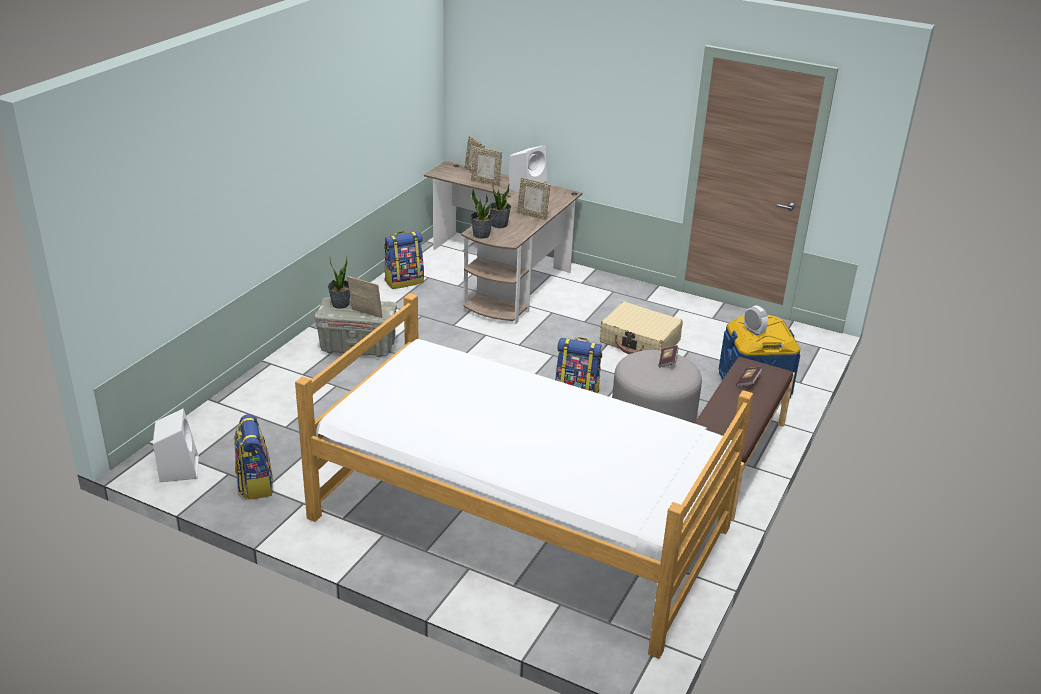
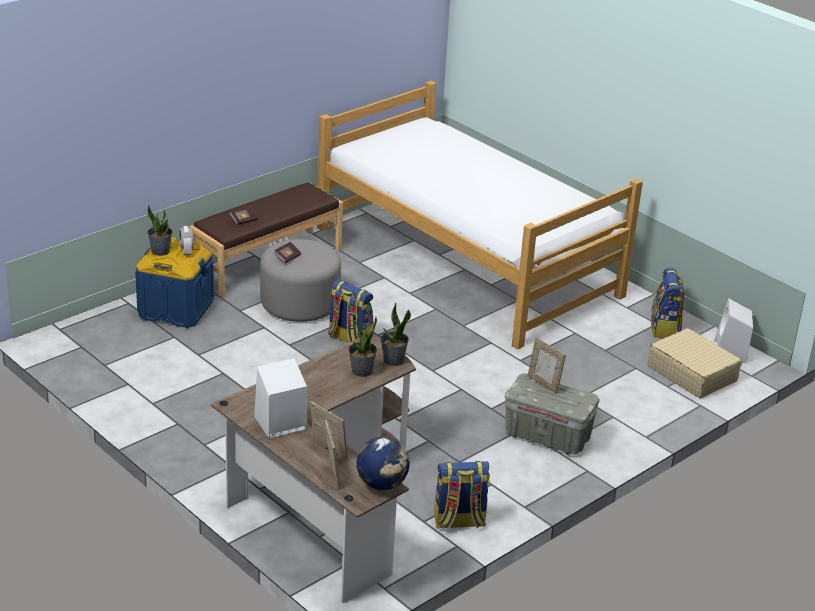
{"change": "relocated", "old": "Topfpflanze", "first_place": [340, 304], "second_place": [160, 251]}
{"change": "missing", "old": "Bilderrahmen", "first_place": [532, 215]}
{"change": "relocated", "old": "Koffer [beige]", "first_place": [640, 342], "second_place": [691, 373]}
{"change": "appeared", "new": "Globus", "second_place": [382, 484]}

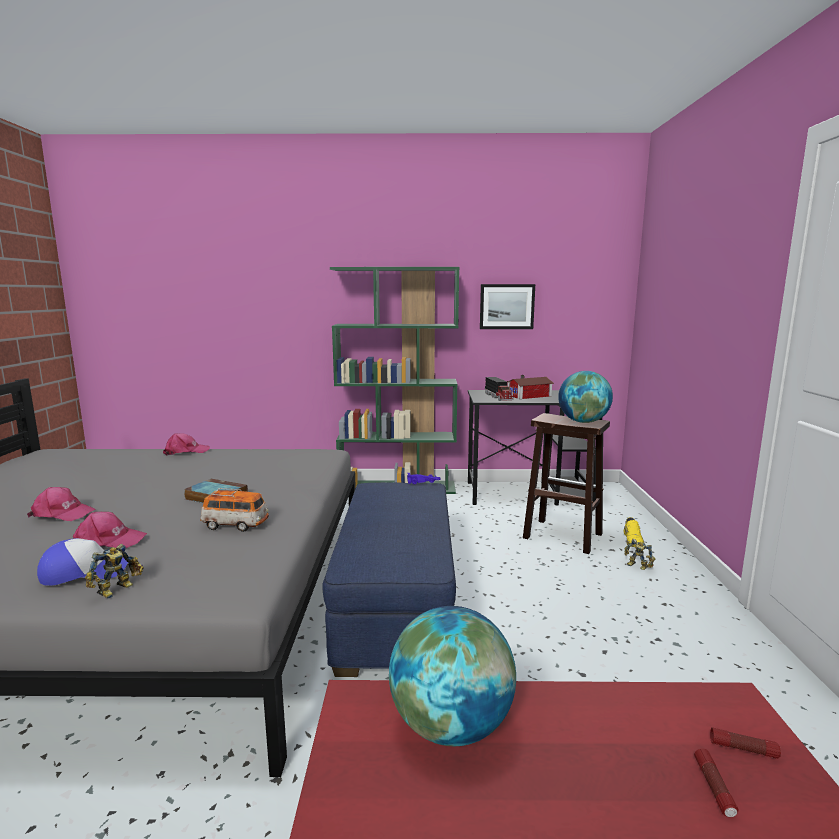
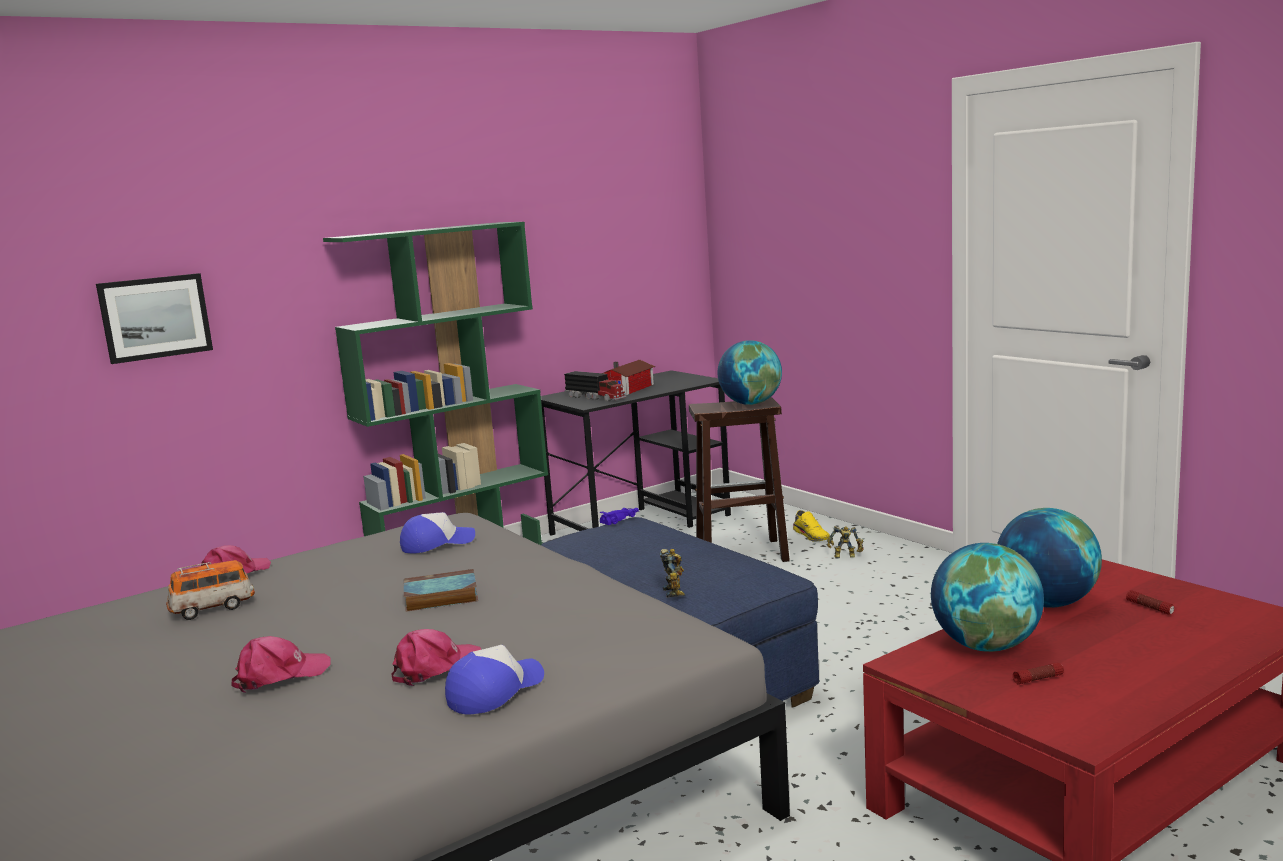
{"change": "relocated", "old": "Spielzeugroboter", "first_place": [118, 590], "second_place": [676, 591]}
{"change": "relocated", "old": "Spielzeugauto", "first_place": [235, 525], "second_place": [213, 608]}
{"change": "relocated", "old": "Bild", "first_place": [506, 306], "second_place": [155, 317]}
{"change": "relocated", "old": "Taschenlampe", "first_place": [743, 749], "second_place": [1038, 679]}
{"change": "appeared", "new": "Kappe", "second_place": [437, 543]}
{"change": "appeared", "new": "Globus", "second_place": [1046, 603]}

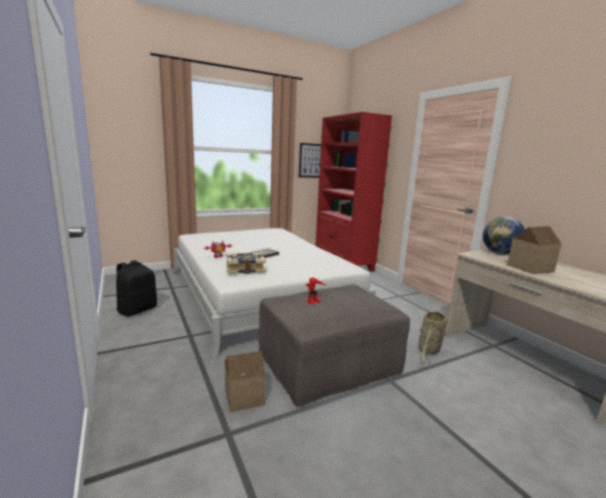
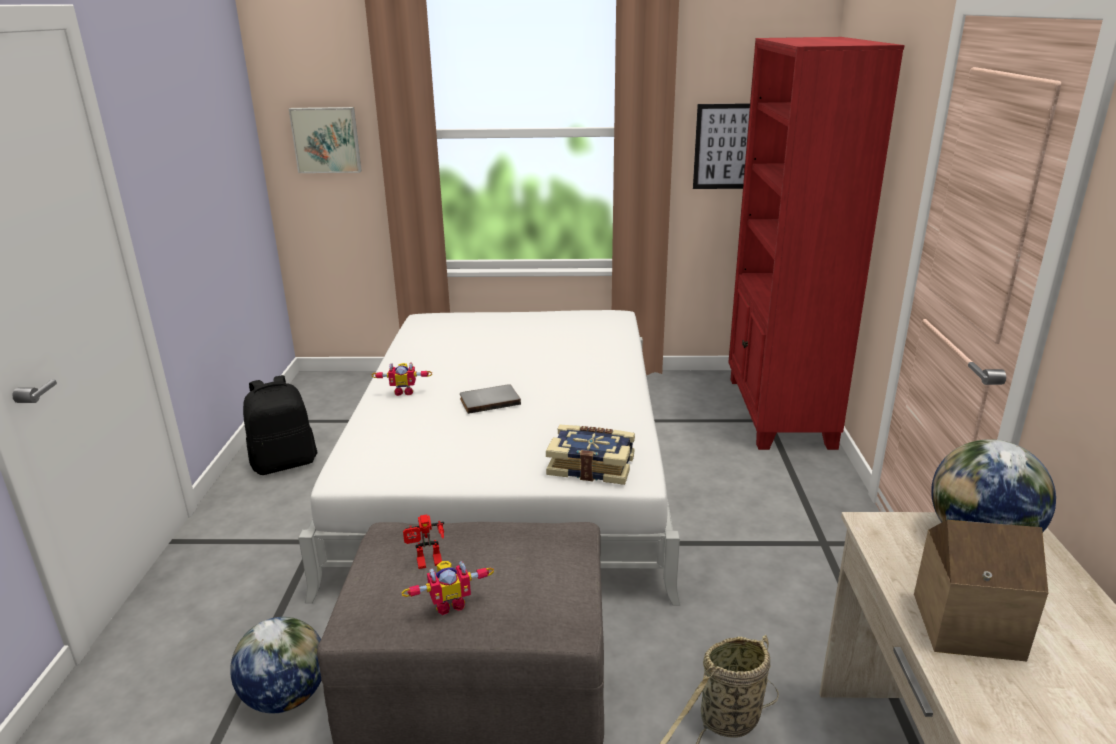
{"change": "exchanged", "old": "Spielzeughaus", "new": "Globus", "first_place": [243, 396], "second_place": [286, 697]}
{"change": "relocated", "old": "Buch", "first_place": [245, 269], "second_place": [591, 465]}
{"change": "appeared", "new": "Bild", "second_place": [326, 140]}
{"change": "appeared", "new": "Spielzeugroboter", "second_place": [449, 604]}

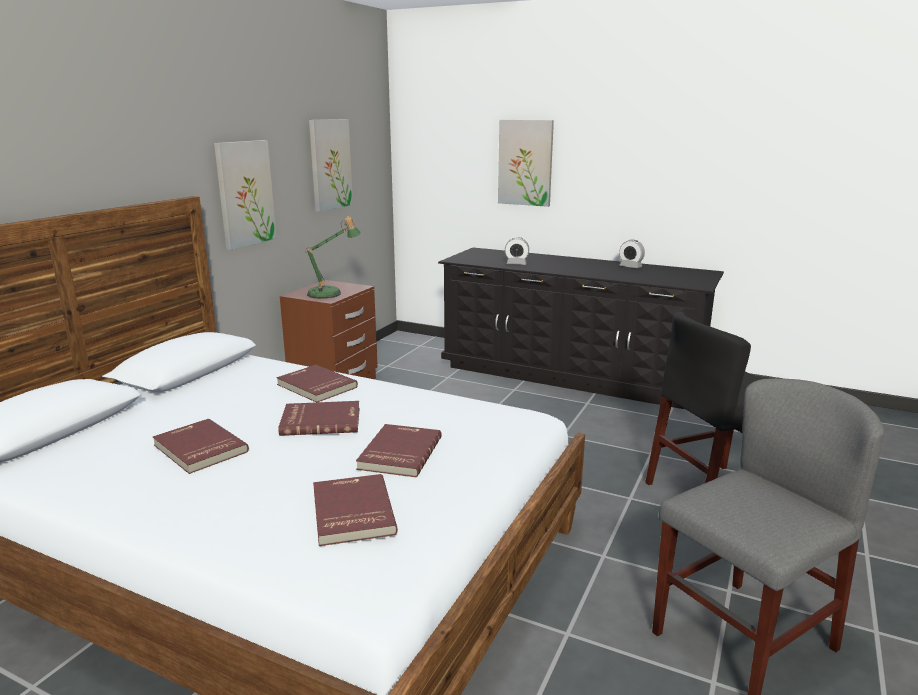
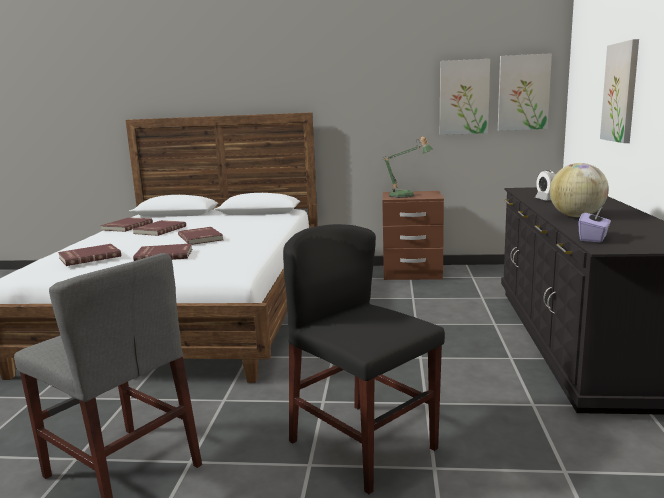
{"change": "relocated", "old": "Bild", "first_place": [245, 193], "second_place": [523, 92]}
{"change": "relocated", "old": "Buch [rot]", "first_place": [315, 386], "second_place": [126, 226]}
{"change": "missing", "old": "Wecker", "first_place": [630, 266]}
{"change": "appeared", "new": "Globus", "second_place": [576, 216]}
{"change": "appeared", "new": "Taschentuchbox [lila]", "second_place": [593, 238]}

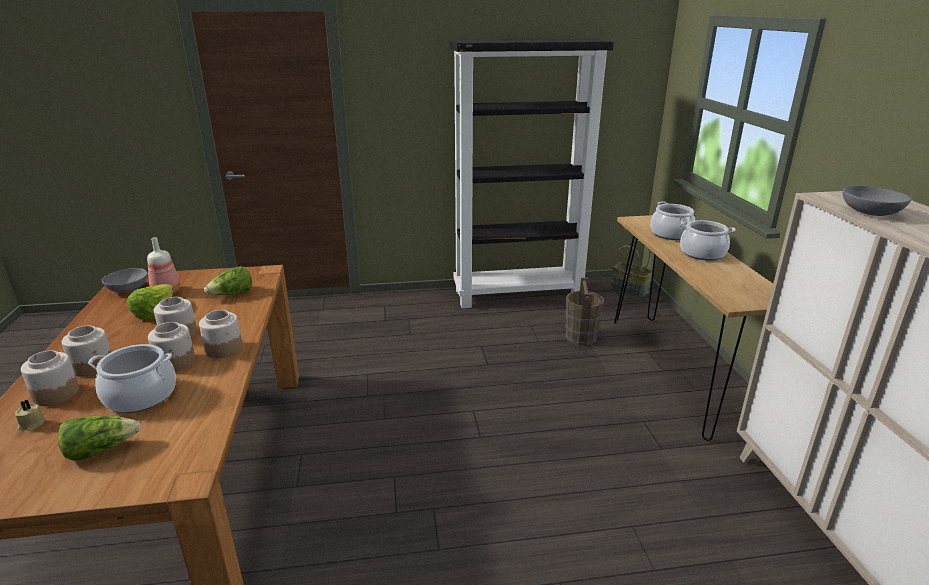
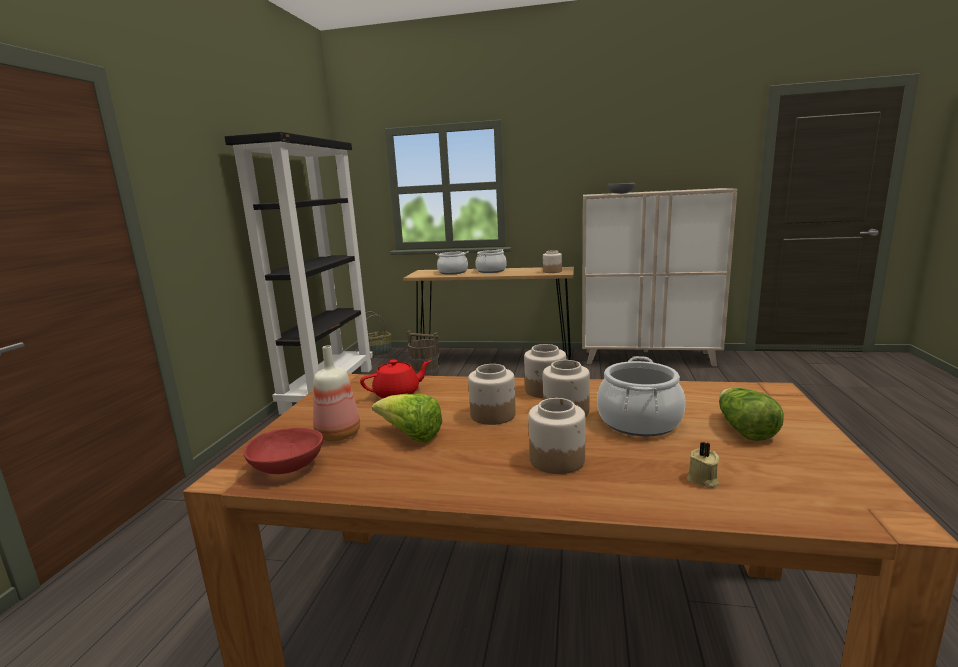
{"change": "relocated", "old": "Vorratsglas", "first_place": [56, 394], "second_place": [552, 271]}
{"change": "colour", "old": "Schüssel [grau]", "new": "Schüssel [rot]", "first_place": [128, 289], "second_place": [286, 467]}
{"change": "exchanged", "old": "Salatkopf", "new": "Teekanne [rot]", "first_place": [232, 294], "second_place": [398, 394]}

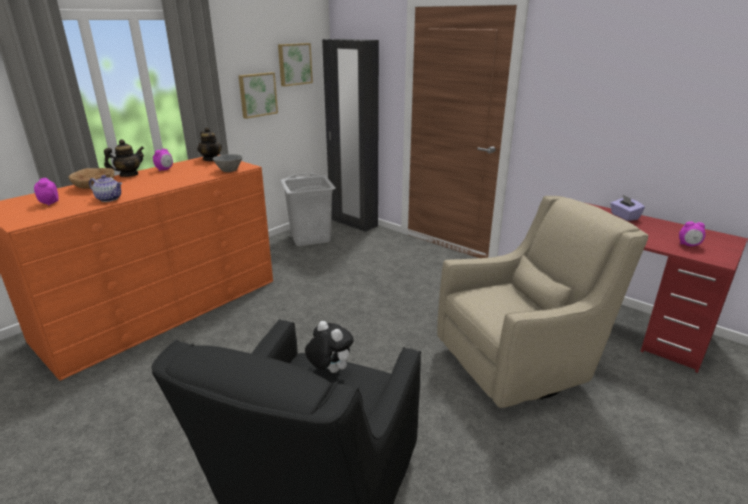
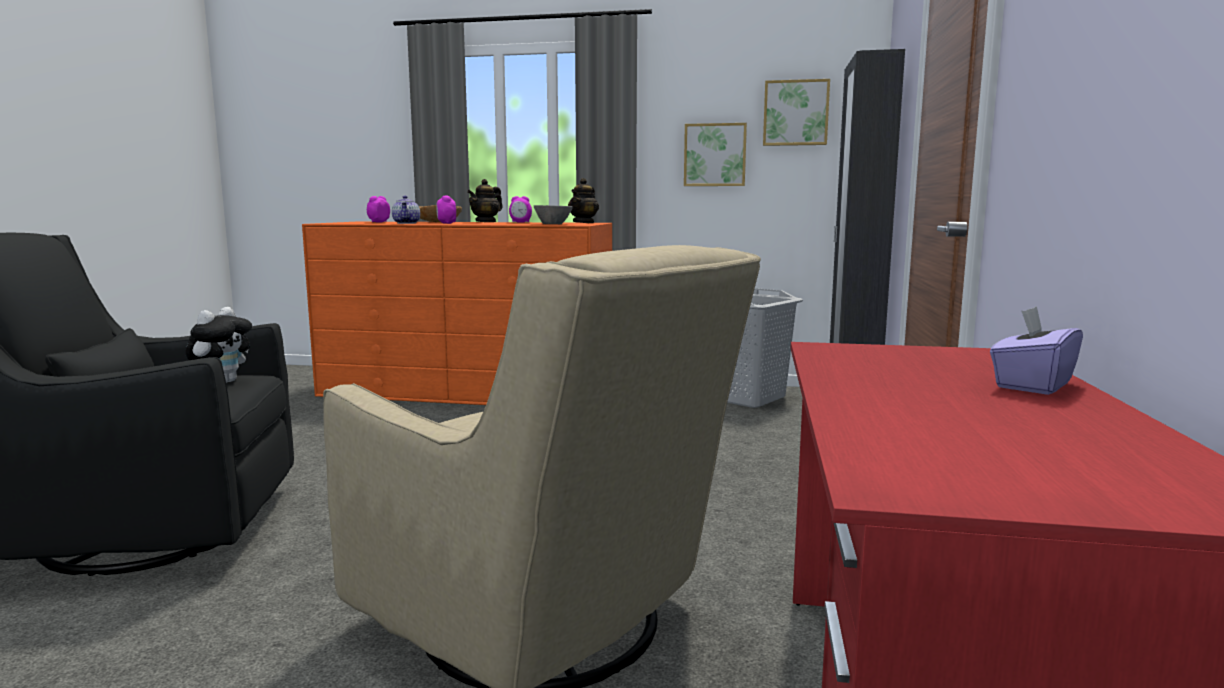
{"change": "spun", "old": "Teekanne", "first_place": [129, 175], "second_place": [486, 222], "degrees": 105}
{"change": "relocated", "old": "Wecker", "first_place": [689, 245], "second_place": [446, 223]}

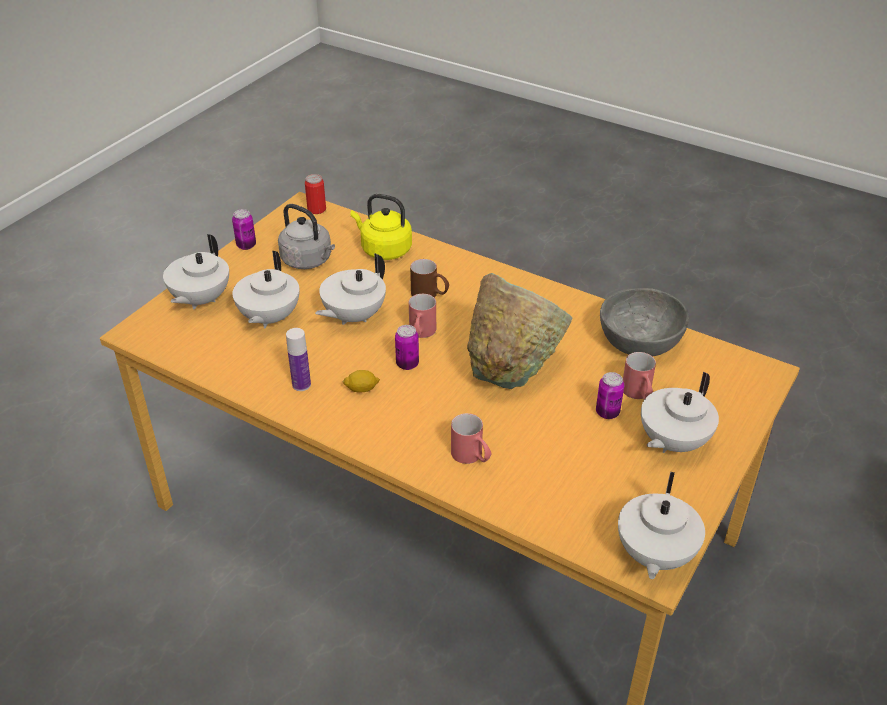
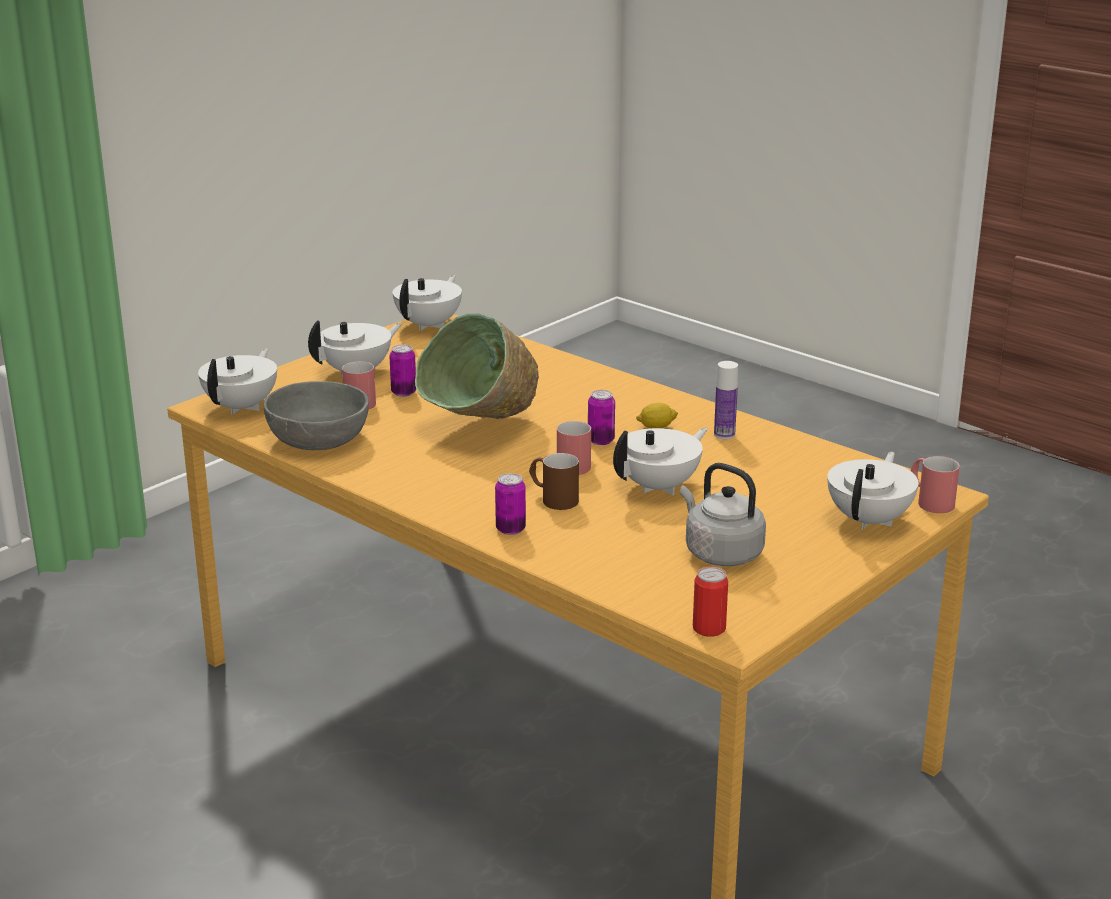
{"change": "relocated", "old": "Dose", "first_place": [246, 245], "second_place": [510, 529]}
{"change": "relocated", "old": "Teekanne [weiß]", "first_place": [268, 318], "second_place": [242, 407]}
{"change": "missing", "old": "Wasserkessel [gelb]", "first_place": [383, 250]}
{"change": "relocated", "old": "Henkelbecher [rot]", "first_place": [472, 457], "second_place": [929, 501]}

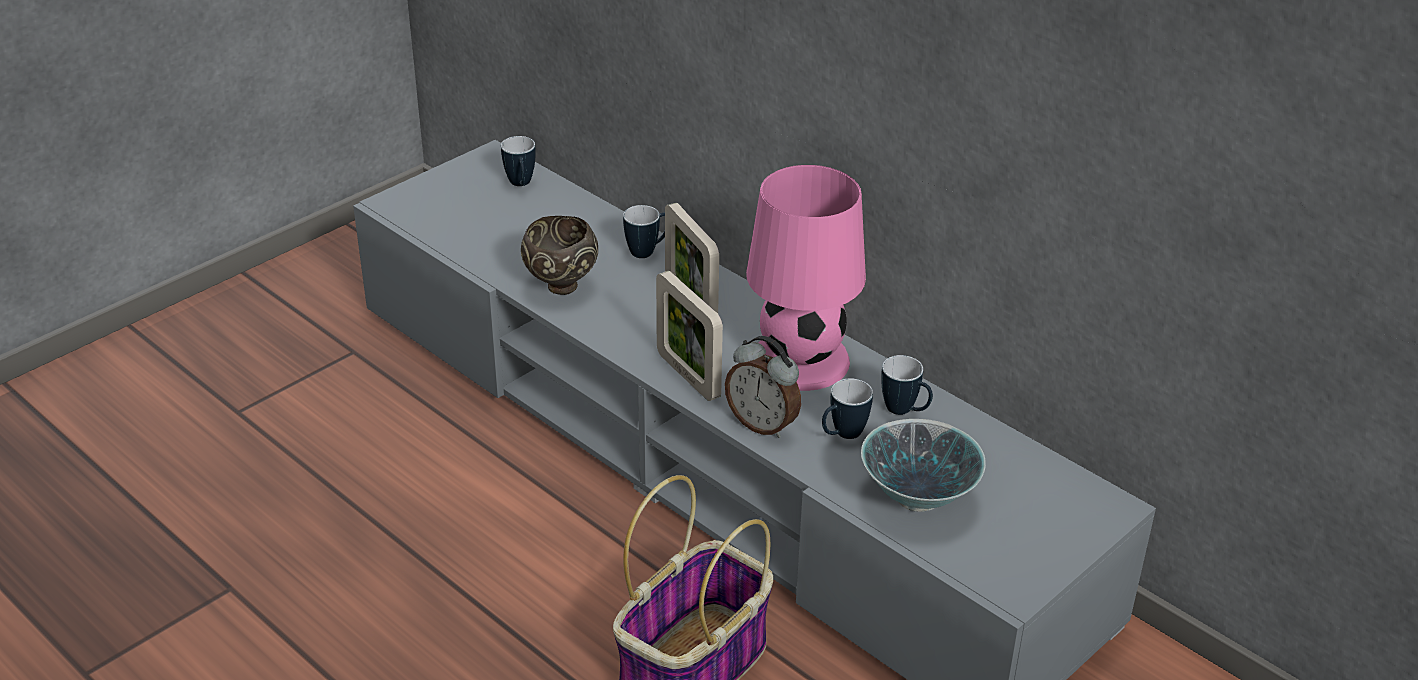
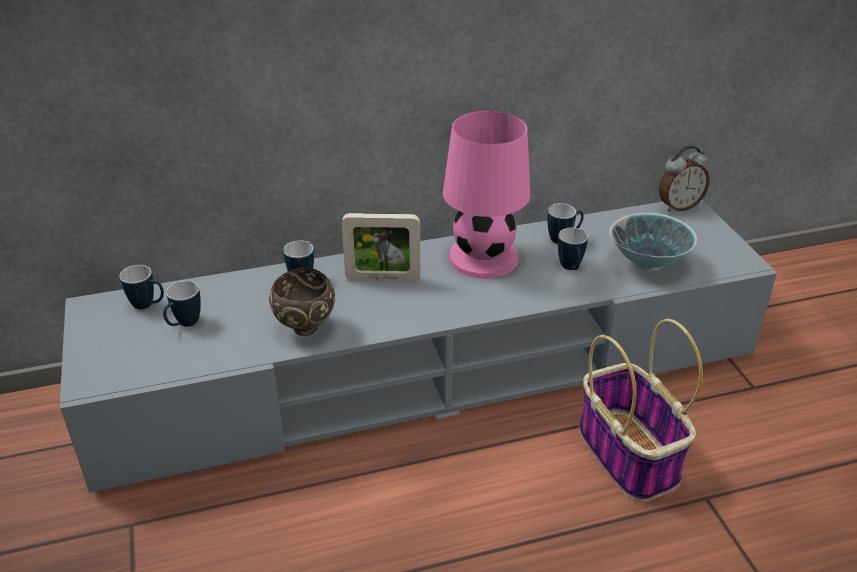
{"change": "missing", "old": "Bilderrahmen", "first_place": [688, 376]}
{"change": "relocated", "old": "Wecker", "first_place": [763, 424], "second_place": [678, 206]}
{"change": "appeared", "new": "Henkelbecher", "second_place": [184, 325]}

